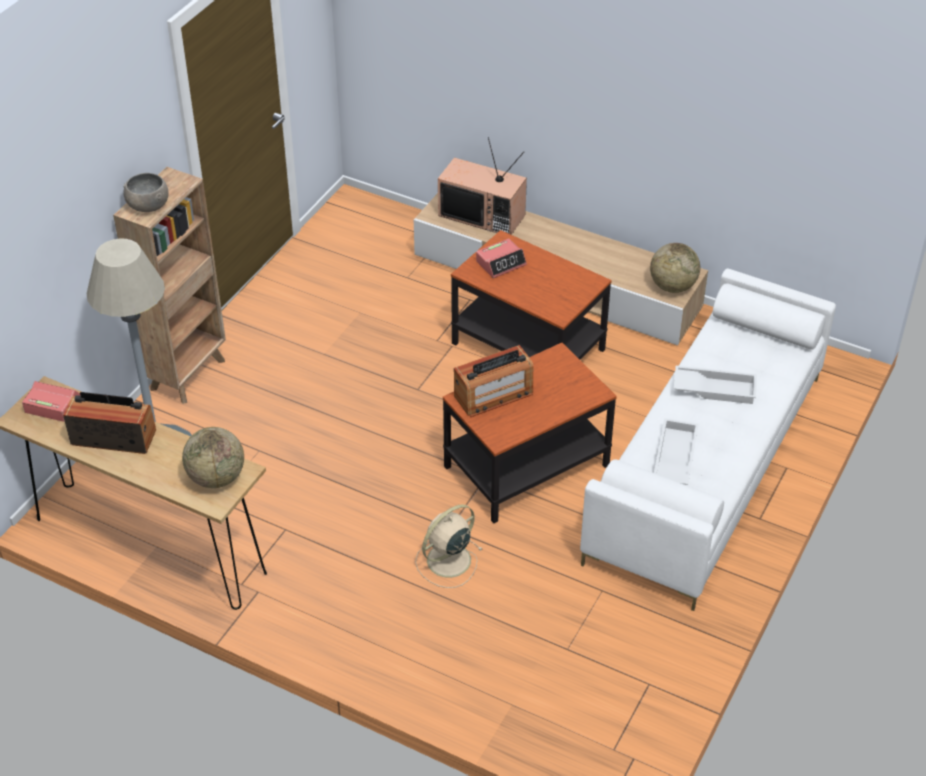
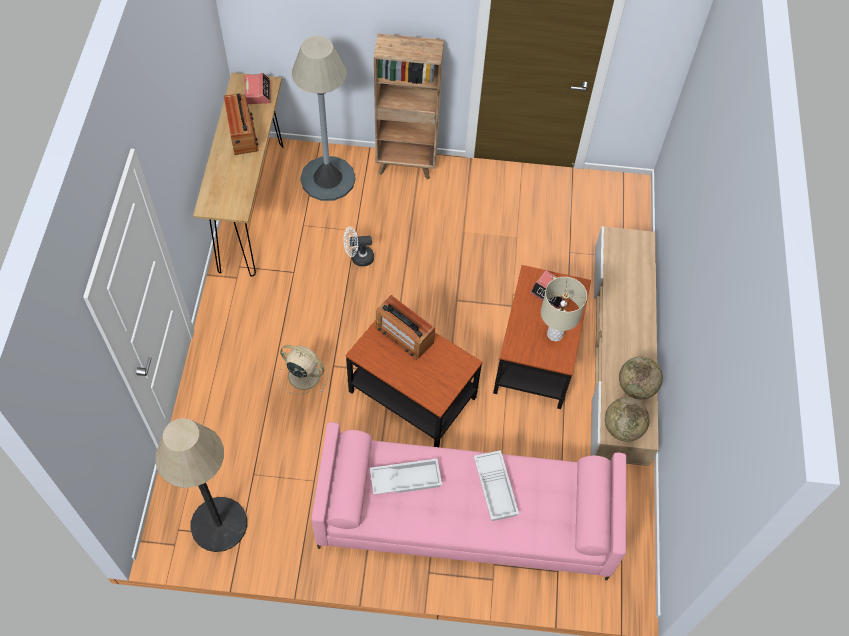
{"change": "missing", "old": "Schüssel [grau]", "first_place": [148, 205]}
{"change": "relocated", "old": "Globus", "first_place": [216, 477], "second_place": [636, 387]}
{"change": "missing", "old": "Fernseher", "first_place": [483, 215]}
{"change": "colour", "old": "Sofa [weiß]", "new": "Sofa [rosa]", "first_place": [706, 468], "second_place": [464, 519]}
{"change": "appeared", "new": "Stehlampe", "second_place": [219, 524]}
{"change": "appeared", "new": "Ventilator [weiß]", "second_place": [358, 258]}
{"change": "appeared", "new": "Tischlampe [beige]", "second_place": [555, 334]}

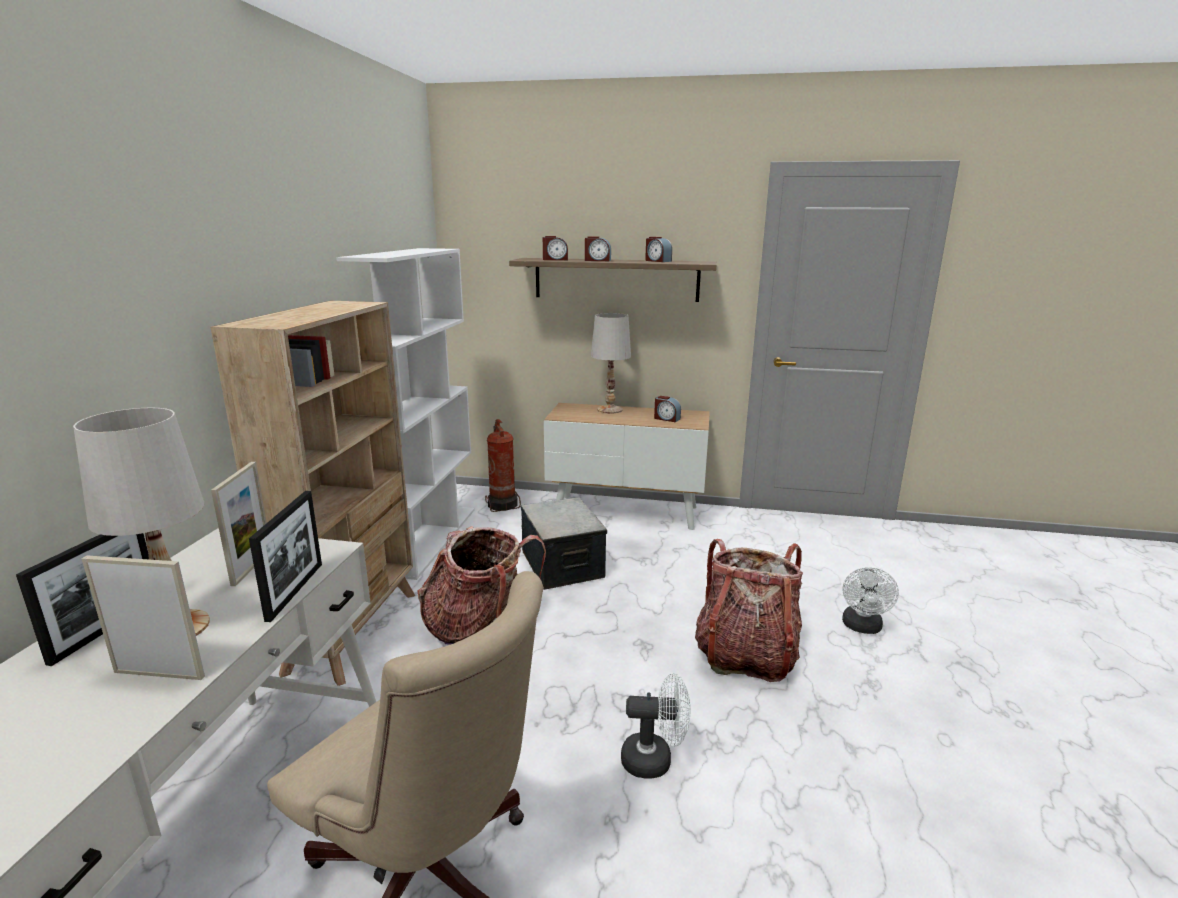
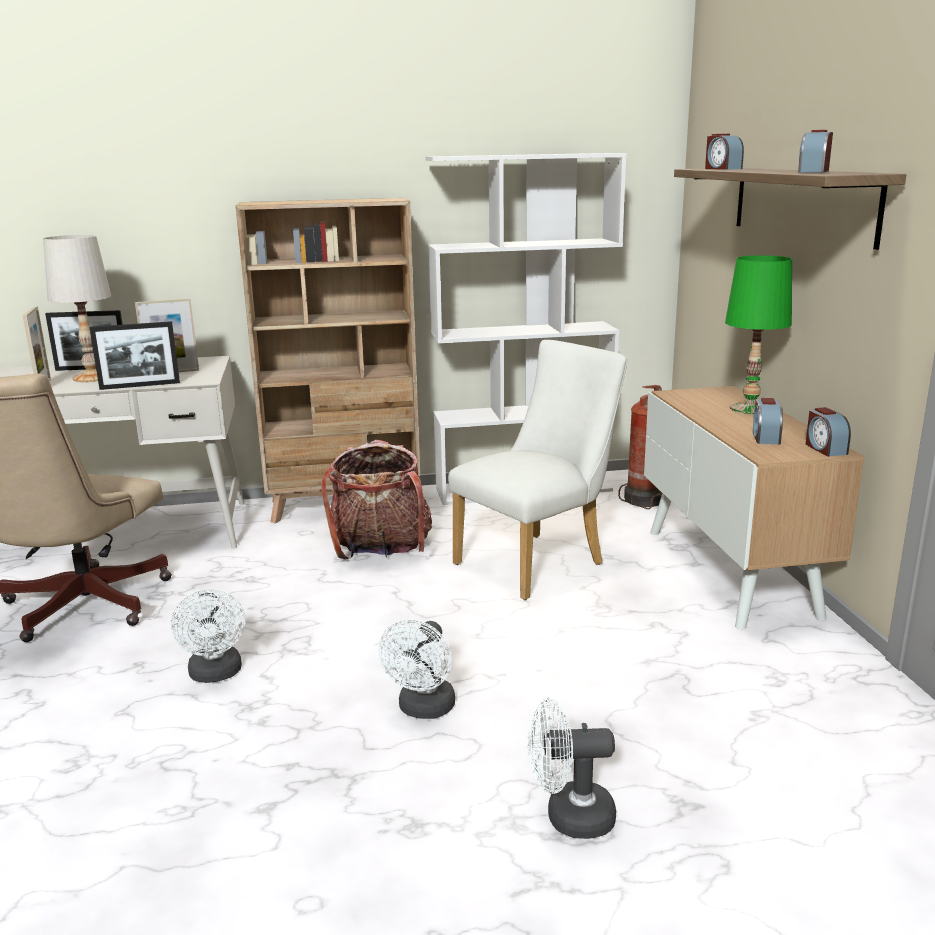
{"change": "exchanged", "old": "Aufbewahrungsbox", "new": "Stuhl [weiß]", "first_place": [563, 565], "second_place": [538, 561]}
{"change": "relocated", "old": "Wecker", "first_place": [597, 260], "second_place": [825, 449]}
{"change": "colour", "old": "Tischlampe [weiß]", "new": "Tischlampe [grün]", "first_place": [610, 409], "second_place": [749, 408]}
{"change": "exchanged", "old": "Rucksack", "new": "Ventilator [weiß]", "first_place": [745, 655], "second_place": [424, 710]}

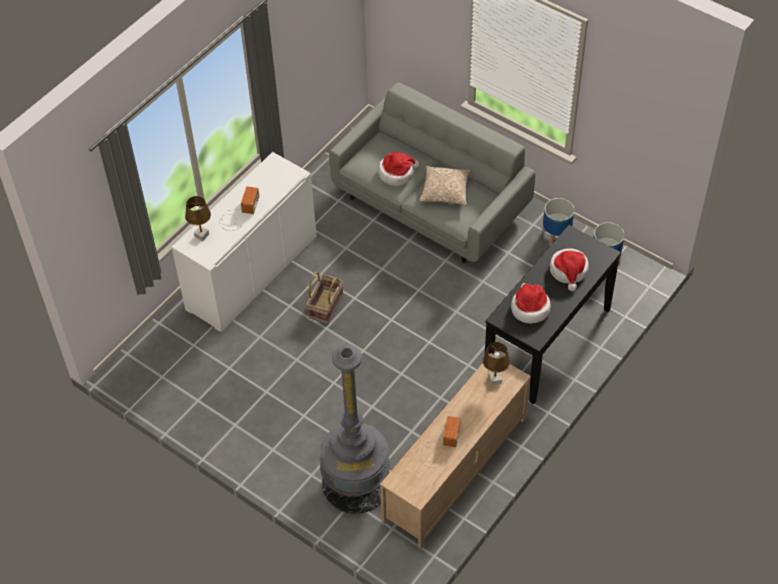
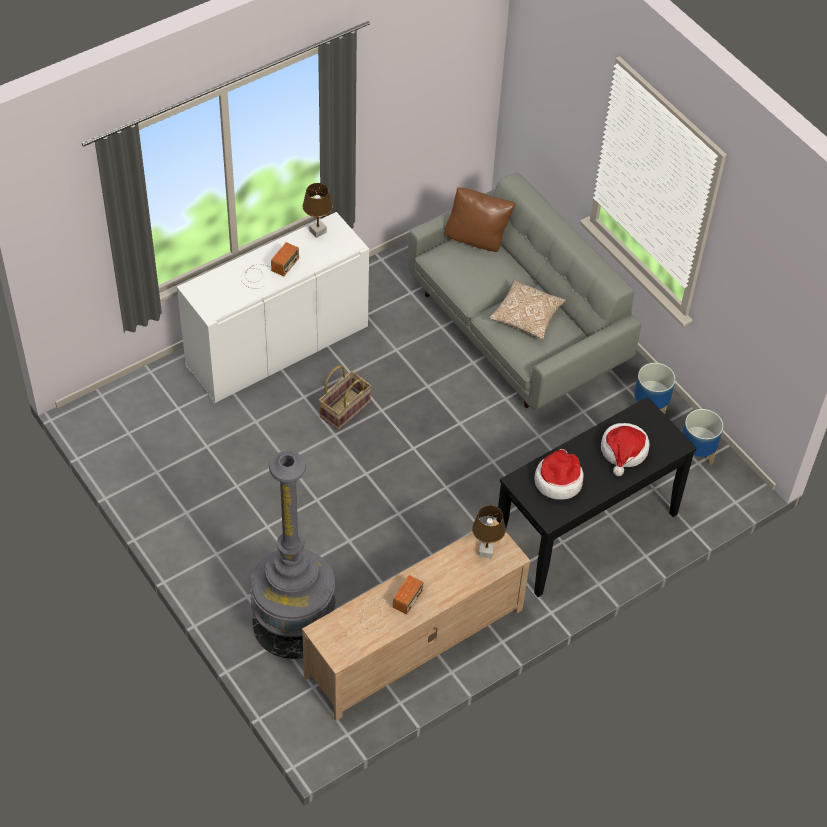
{"change": "relocated", "old": "Tischlampe [braun]", "first_place": [201, 235], "second_place": [318, 231]}
{"change": "missing", "old": "Hut", "first_place": [397, 173]}
{"change": "appeared", "new": "Kissen [braun]", "second_place": [477, 240]}

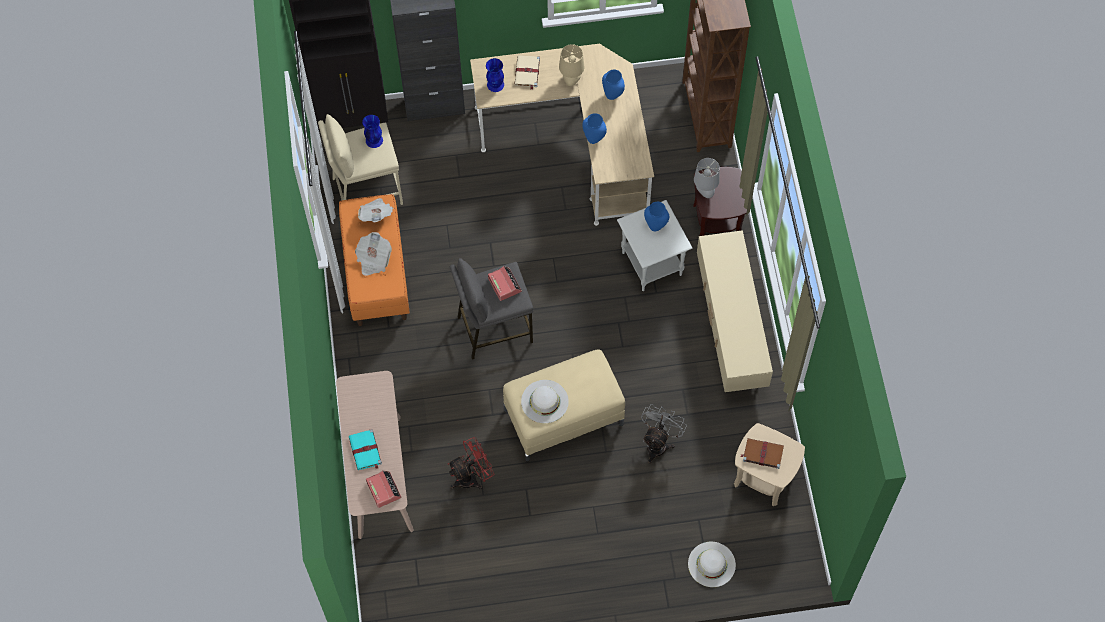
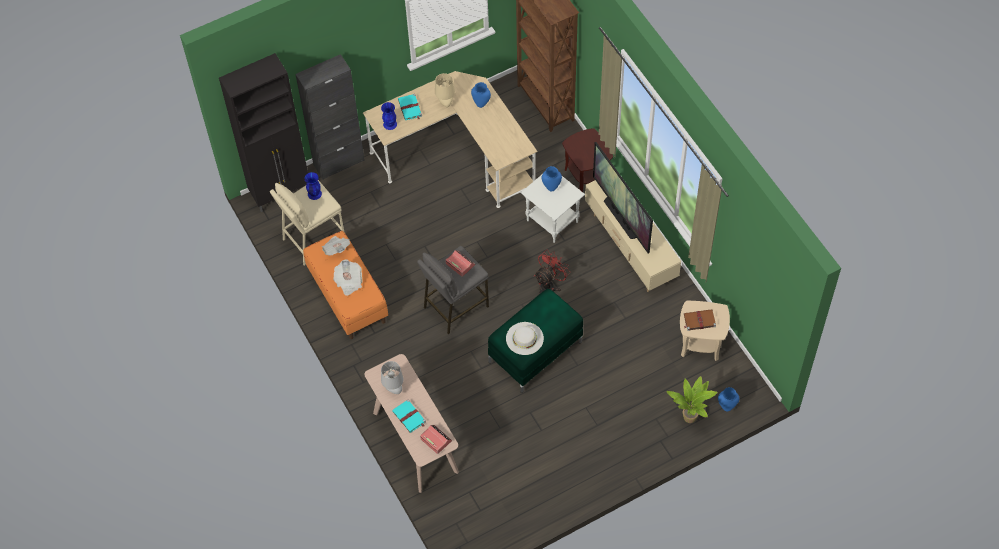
{"change": "relocated", "old": "Ventilator [rot]", "first_place": [472, 477], "second_place": [549, 285]}
{"change": "colour", "old": "Polsterhocker [beige]", "new": "Polsterhocker [grün]", "first_place": [563, 417], "second_place": [535, 352]}
{"change": "colour", "old": "Buch [beige]", "new": "Buch [türkis]", "first_place": [527, 73], "second_place": [410, 108]}
{"change": "relocated", "old": "Vase [blau]", "first_place": [594, 139], "second_place": [726, 406]}
{"change": "missing", "old": "Ventilator [grau]", "first_place": [658, 443]}
{"change": "exchanged", "old": "Hut [weiß]", "new": "Topfpflanze", "first_place": [711, 564], "second_place": [690, 417]}
{"change": "relocated", "old": "Tischlampe [grau]", "first_place": [705, 191], "second_place": [393, 388]}
{"change": "appeared", "new": "Fernseher", "second_place": [621, 217]}

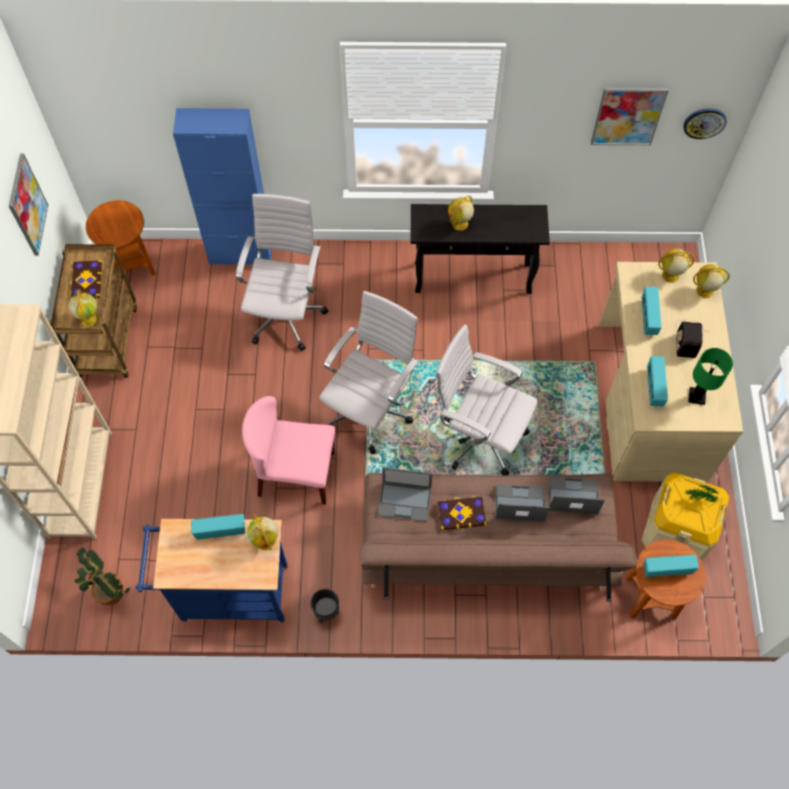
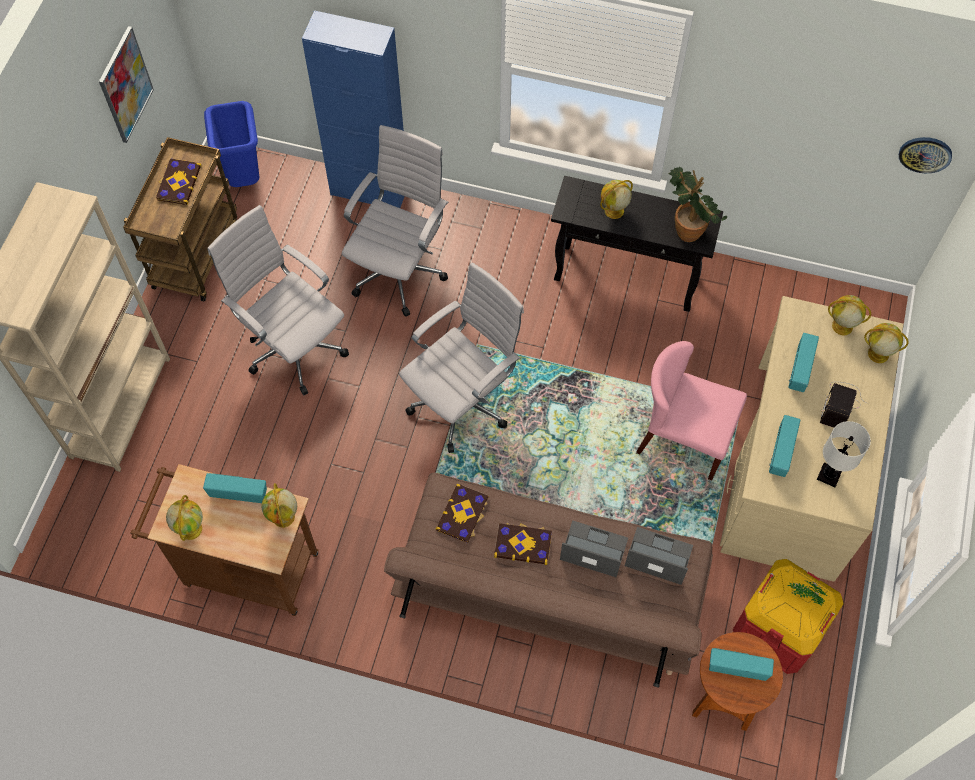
{"change": "relocated", "old": "Globus", "first_place": [89, 318], "second_place": [190, 528]}
{"change": "relocated", "old": "Topfpflanze", "first_place": [110, 589], "second_place": [687, 227]}
{"change": "exchanged", "old": "Beistelltisch [braun]", "new": "Mülleimer [blau]", "first_place": [131, 267], "second_place": [244, 178]}
{"change": "colour", "old": "Rollwagen [blau]", "new": "Rollwagen [braun]", "first_place": [228, 593], "second_place": [244, 568]}
{"change": "relocated", "old": "Stuhl [rosa]", "first_place": [296, 473], "second_place": [683, 438]}
{"change": "missing", "old": "Pflanzkübel [schwarz]", "first_place": [326, 613]}
{"change": "exchanged", "old": "Laptop", "new": "Buch", "first_place": [405, 501], "second_place": [463, 514]}
{"change": "relocated", "old": "Bürostuhl [weiß]", "first_place": [479, 437], "second_place": [293, 347]}
{"change": "missing", "old": "Bild", "first_place": [628, 116]}
{"change": "colour", "old": "Aufbewahrungsbox [beige]", "new": "Aufbewahrungsbox [rot]", "first_place": [677, 529], "second_place": [779, 628]}
{"change": "colour", "old": "Tischlampe [grün]", "new": "Tischlampe [weiß]", "first_place": [696, 396], "second_place": [828, 475]}

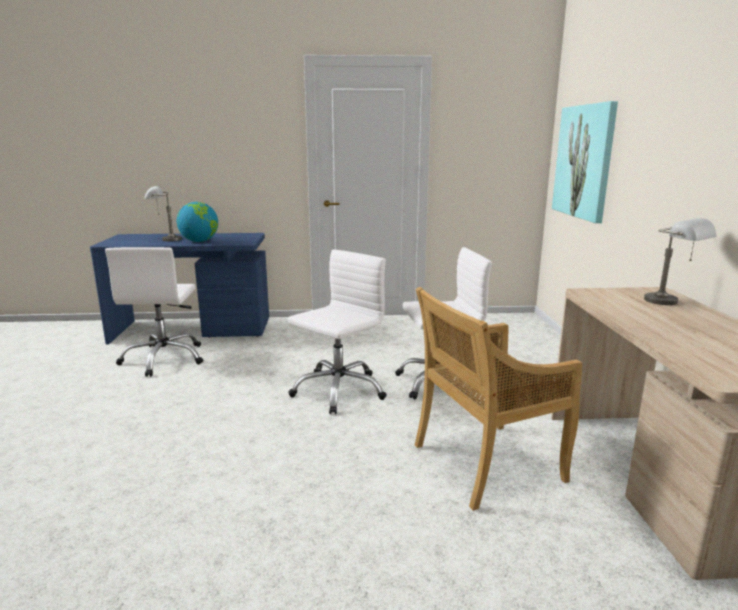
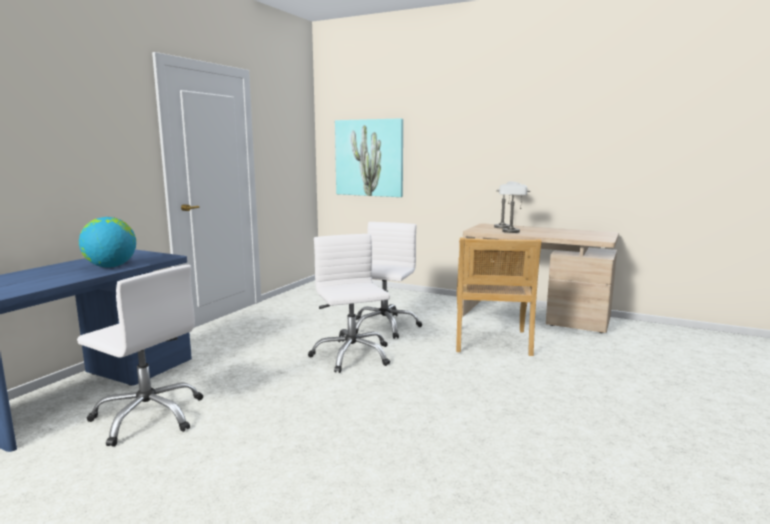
{"change": "relocated", "old": "Tischlampe [grau]", "first_place": [164, 240], "second_place": [511, 232]}

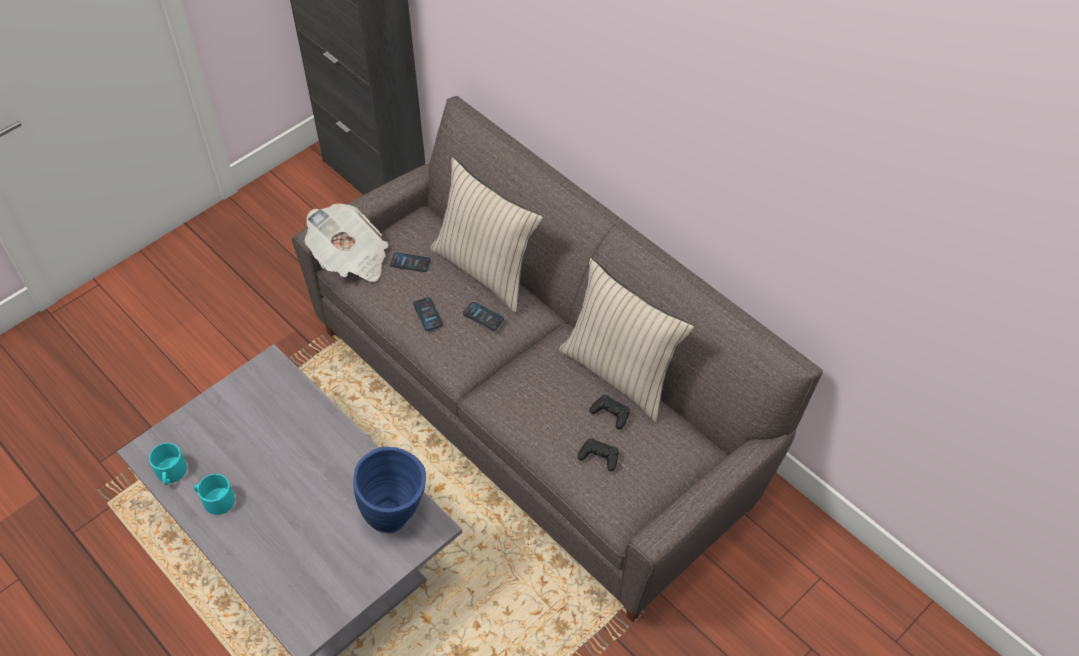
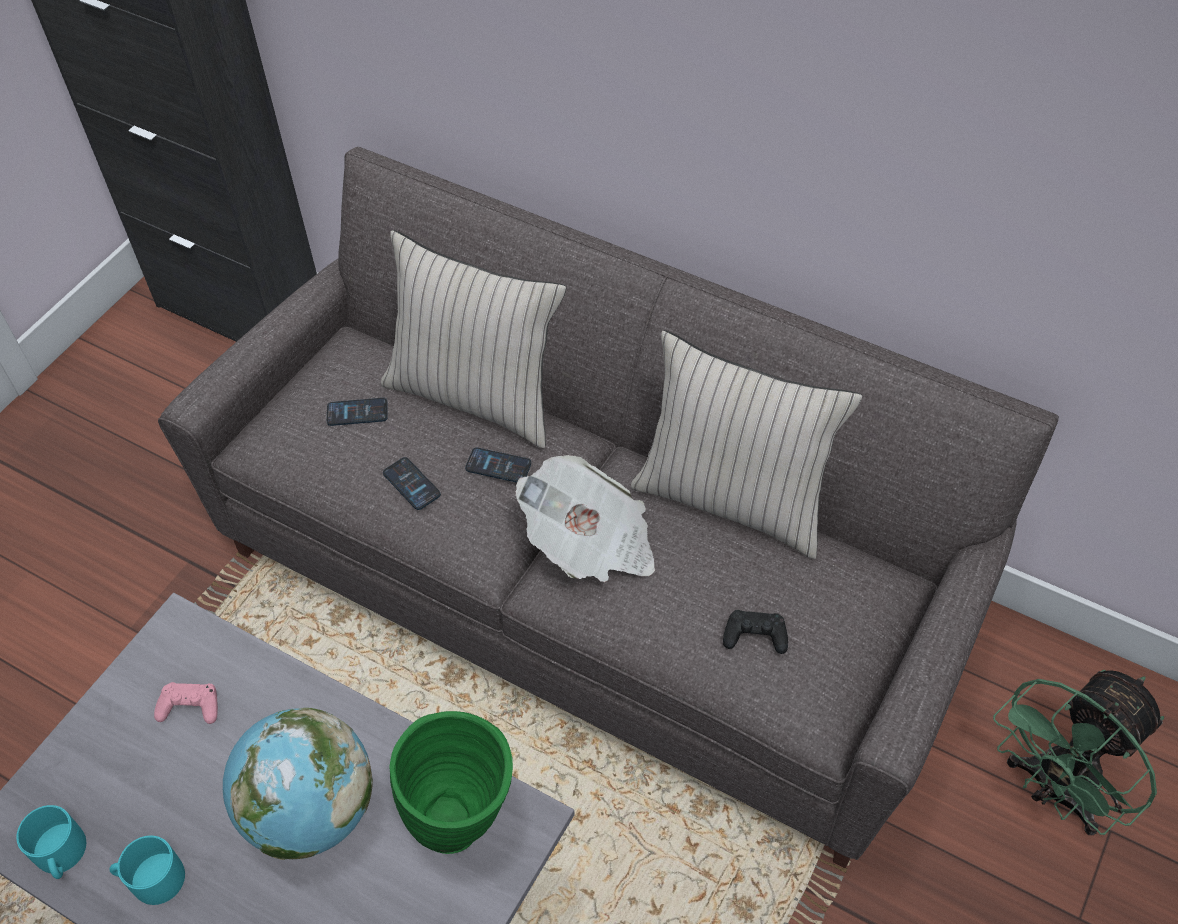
{"change": "relocated", "old": "Zeitung", "first_place": [350, 258], "second_place": [590, 543]}
{"change": "colour", "old": "Vase [blau]", "new": "Vase [grün]", "first_place": [397, 517], "second_place": [465, 820]}
{"change": "missing", "old": "Gamepad [schwarz]", "first_place": [610, 414]}
{"change": "appeared", "new": "Gamepad [rosa]", "second_place": [190, 706]}
{"change": "appeared", "new": "Globus", "second_place": [311, 811]}
{"change": "appeared", "new": "Ventilator [grün]", "second_place": [1054, 791]}

